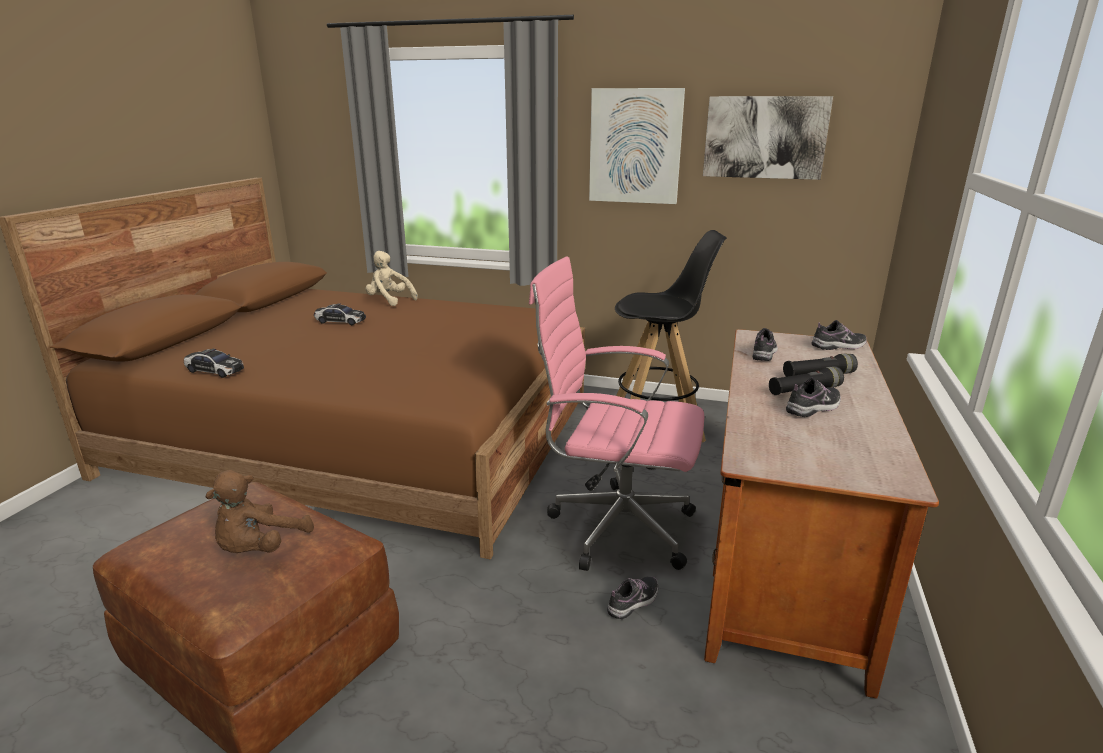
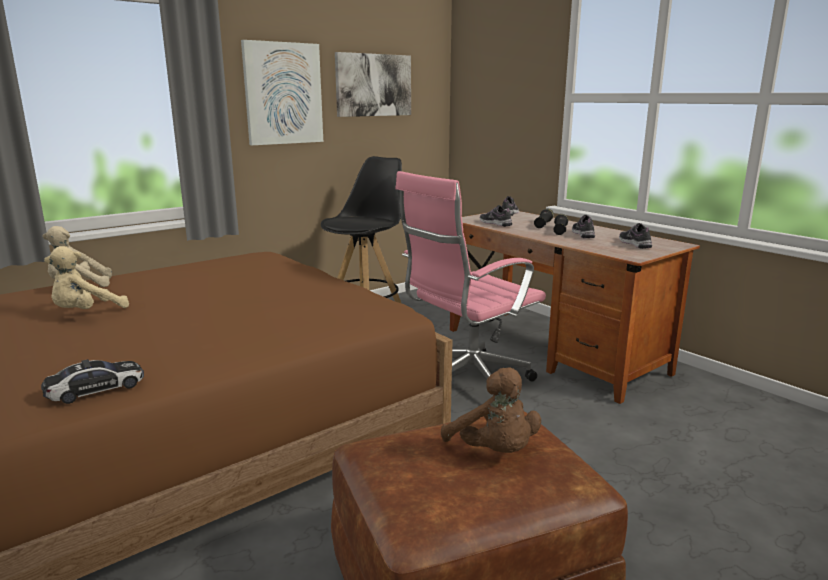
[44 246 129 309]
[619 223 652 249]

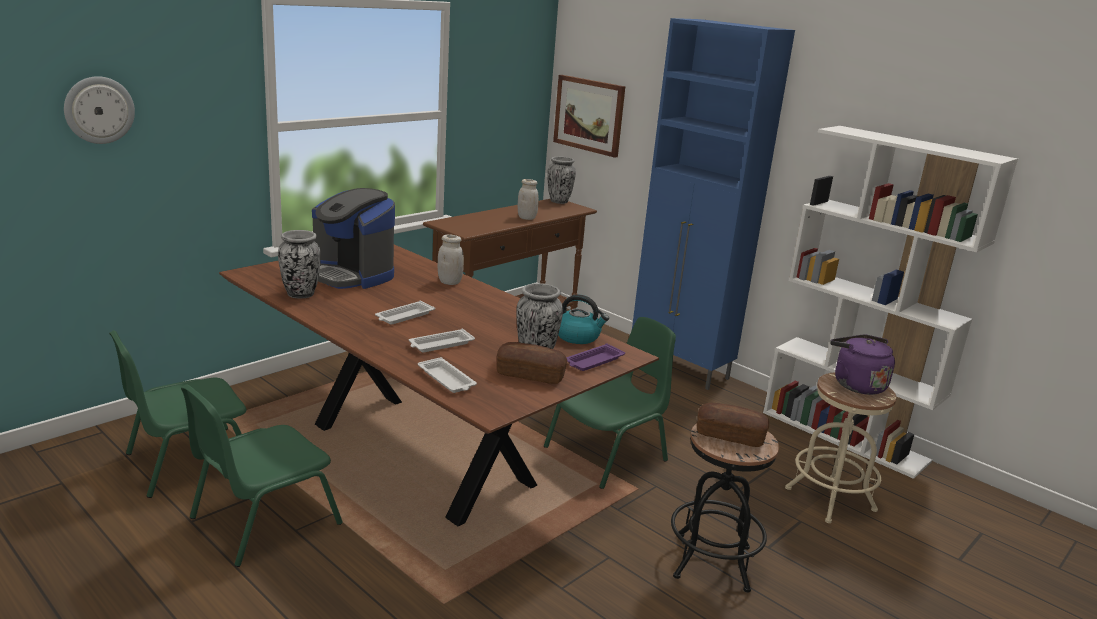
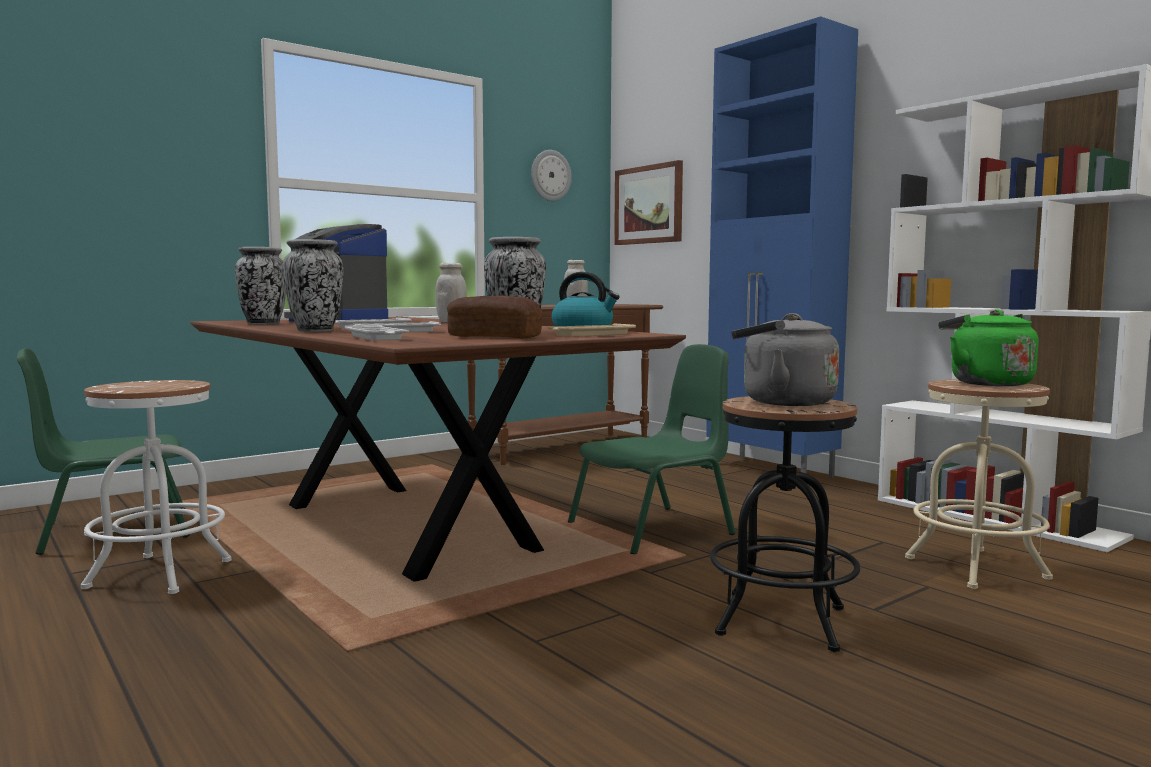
[81 380 232 594]
[282 239 343 332]
[531 150 572 201]
[548 323 636 337]
[731 313 839 406]
[938 309 1038 386]

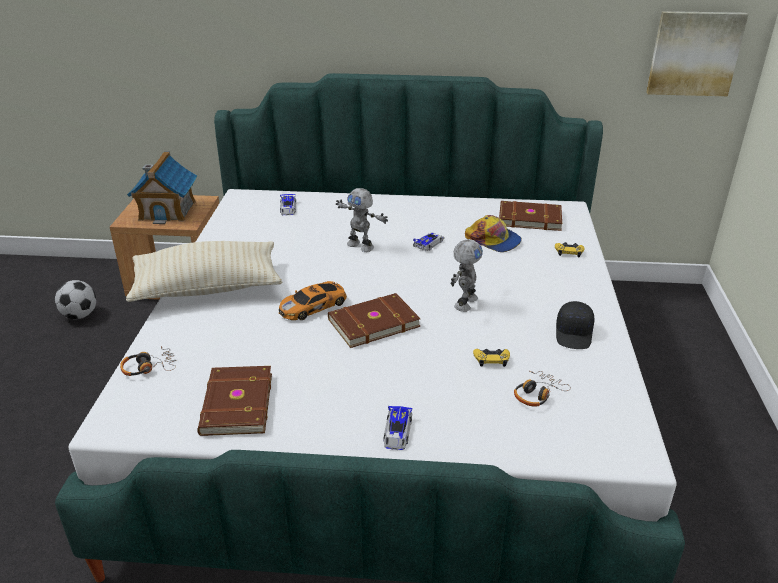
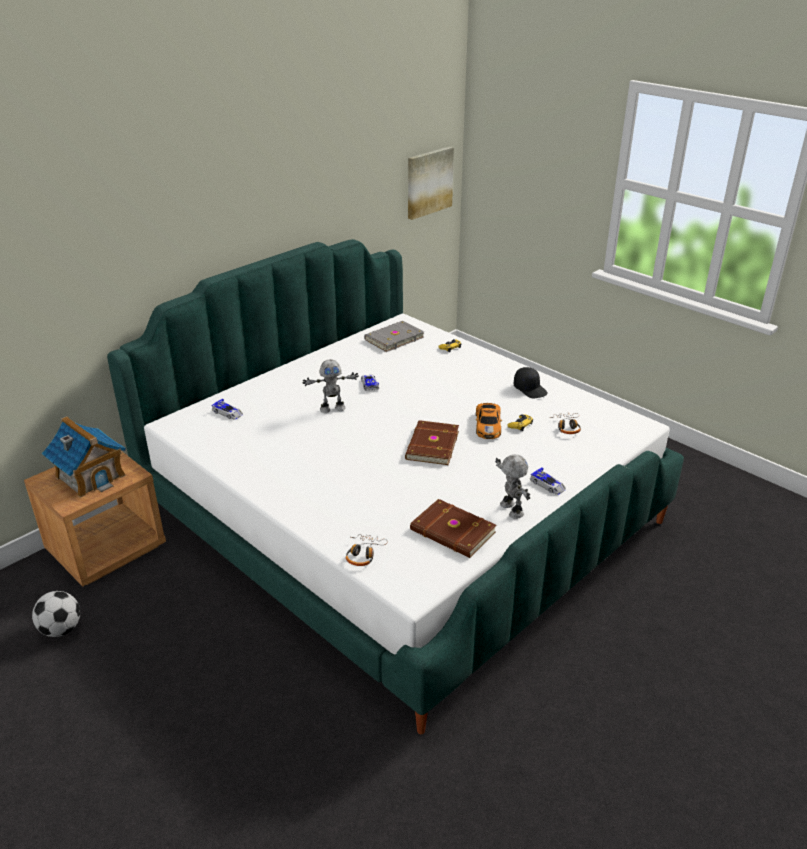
[364 321 424 352]
[476 403 502 439]
[495 454 530 519]
[126 241 282 302] (first image)
[465 215 522 252] (first image)

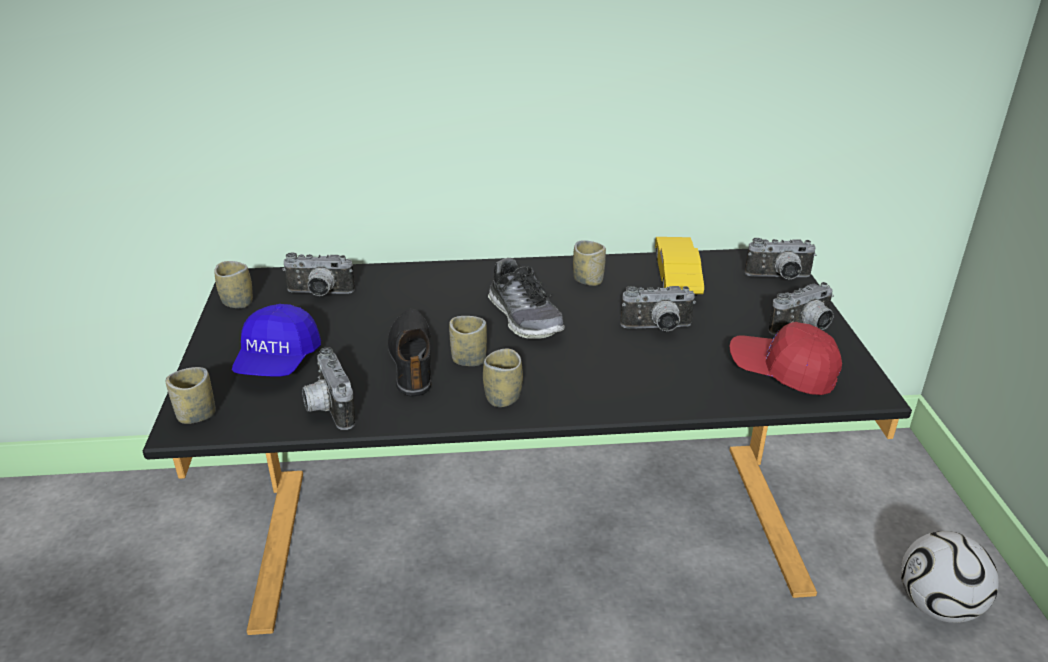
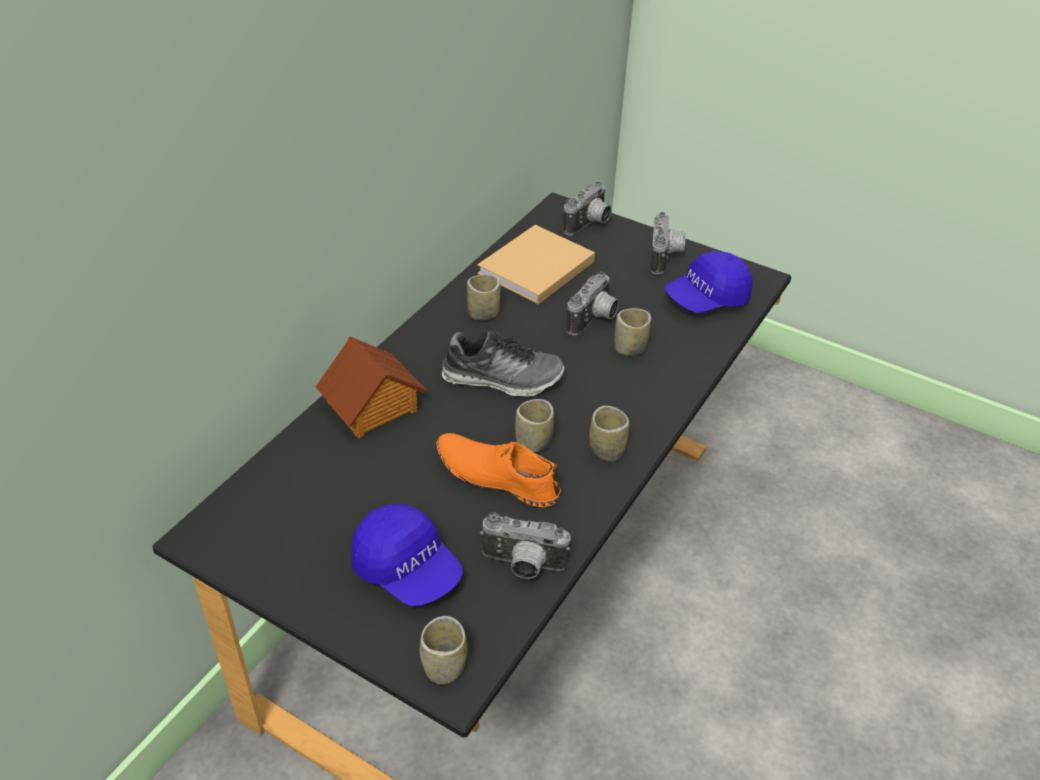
[316 336 427 438]
[437 433 561 507]
[477 225 595 304]
[614 308 651 356]
[664 251 753 313]
[282 252 355 296] (first image)
[901 531 999 623] (first image)

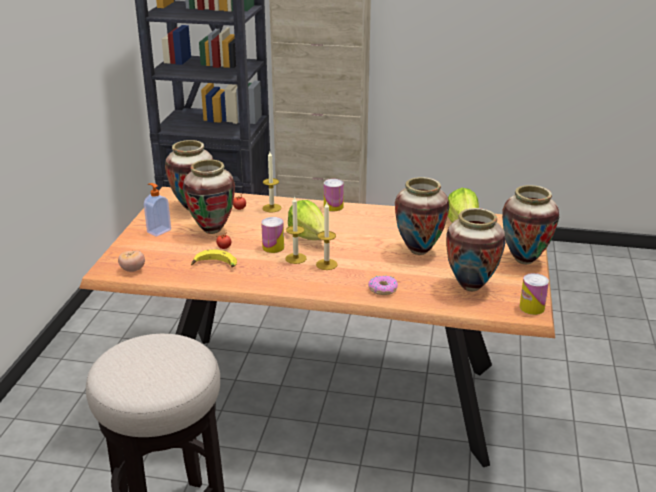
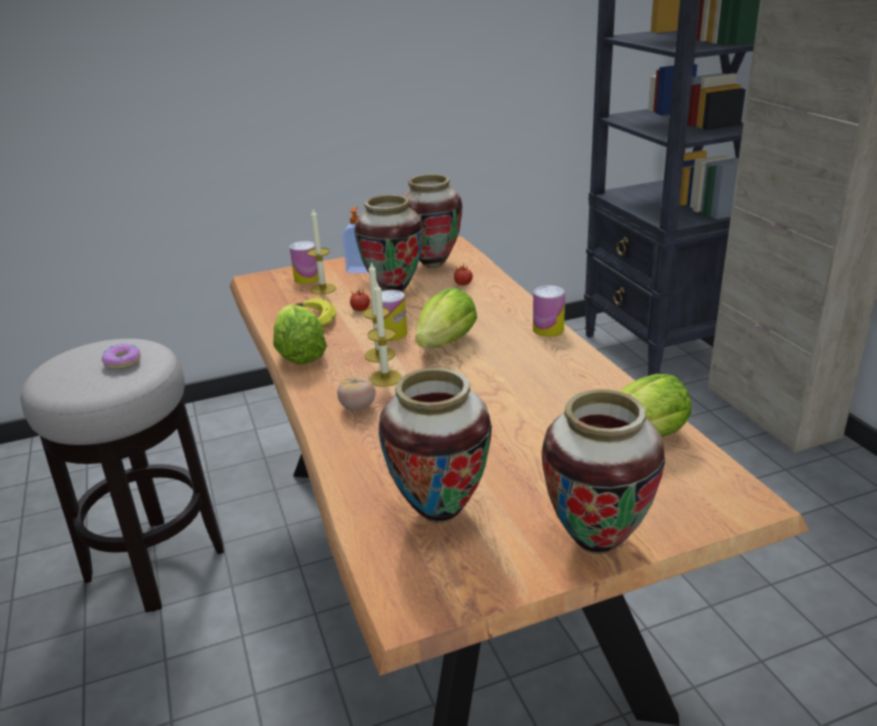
[102 344 141 369]
[273 304 327 364]
[290 241 319 284]
[307 209 336 295]
[337 375 376 411]
[395 177 449 255] (first image)

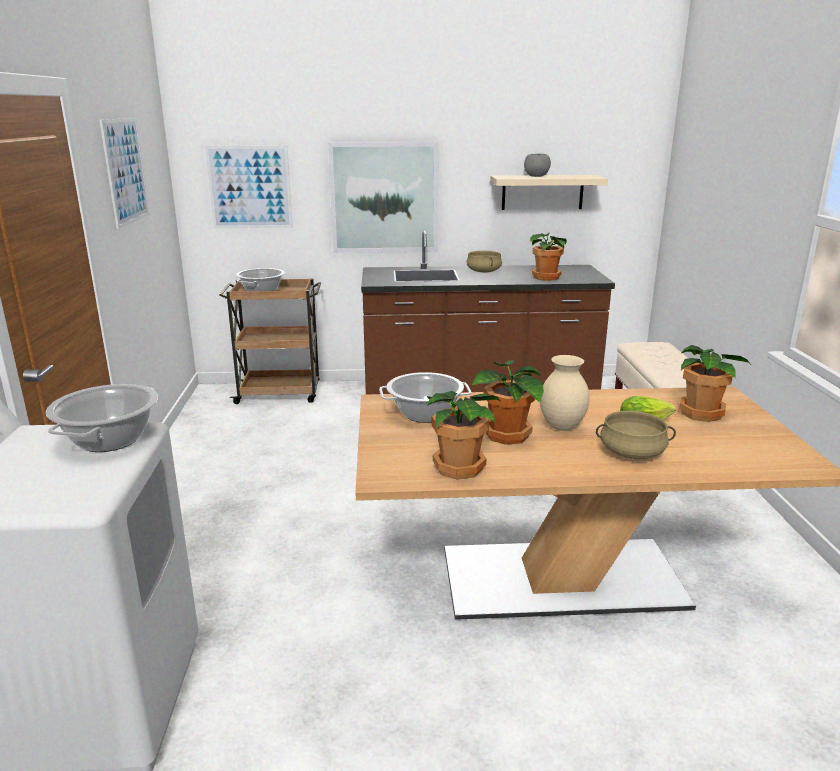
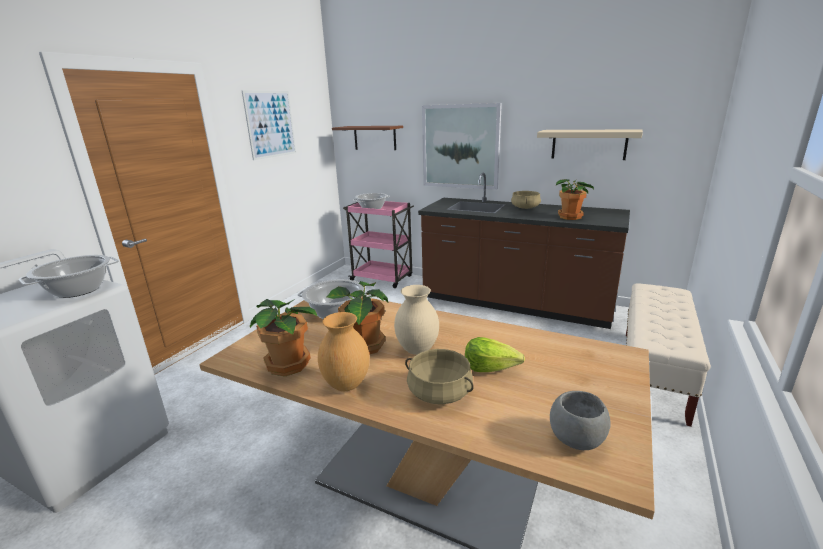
[318 312 370 391]
[332 126 403 150]
[343 201 414 288]
[550 391 610 450]
[679 345 750 422] (first image)

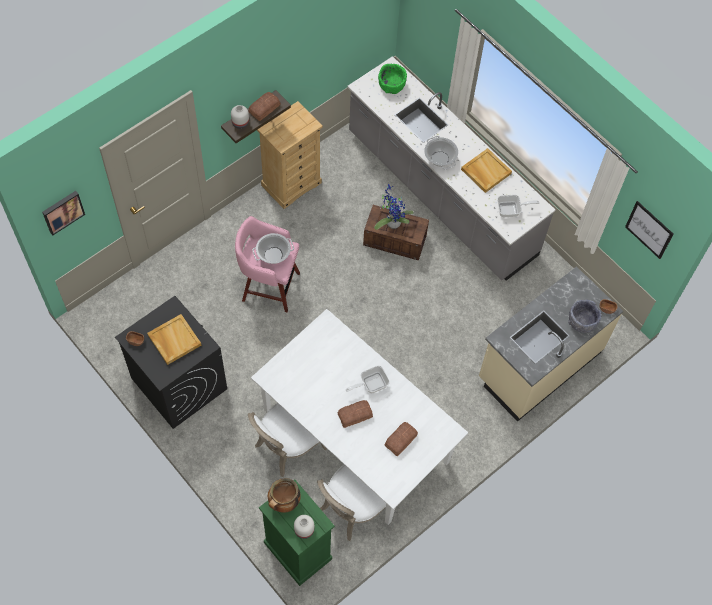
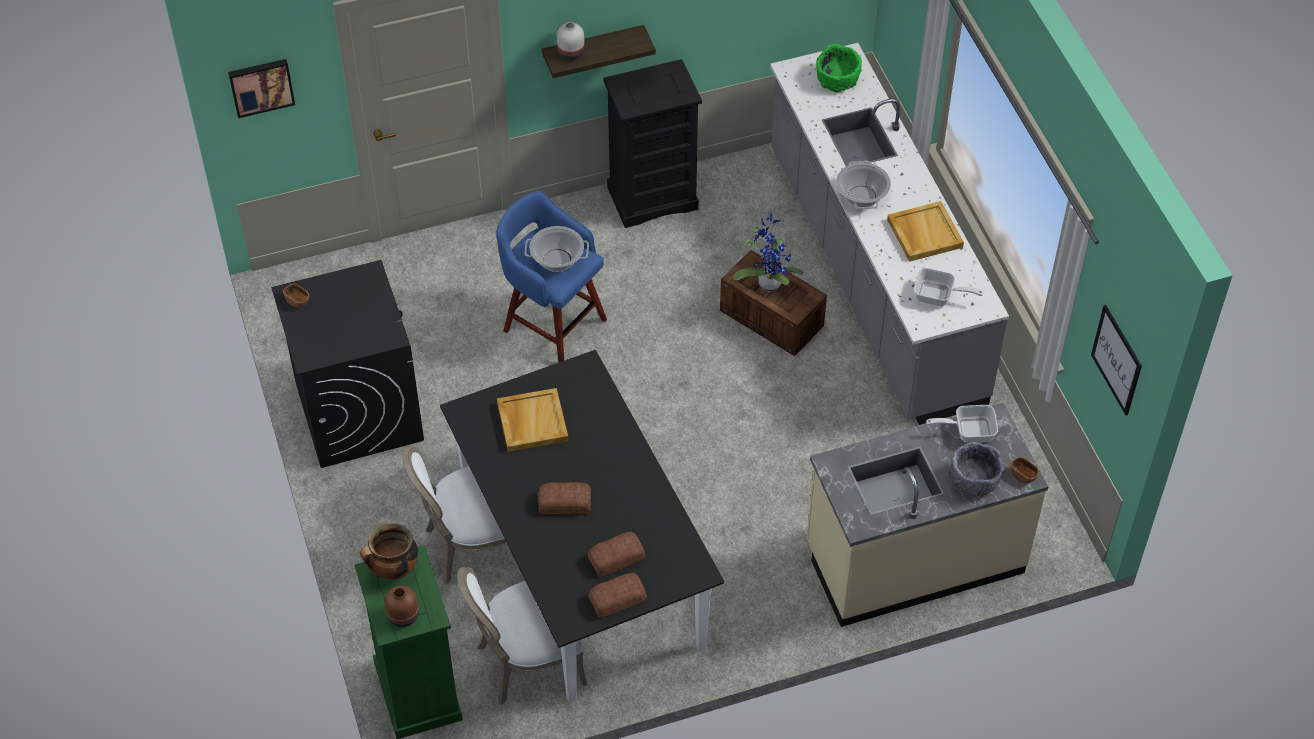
[385 586 419 627]
[440 350 724 702]
[496 191 607 363]
[497 388 569 452]
[588 573 647 618]
[603 59 702 228]
[926 405 998 443]

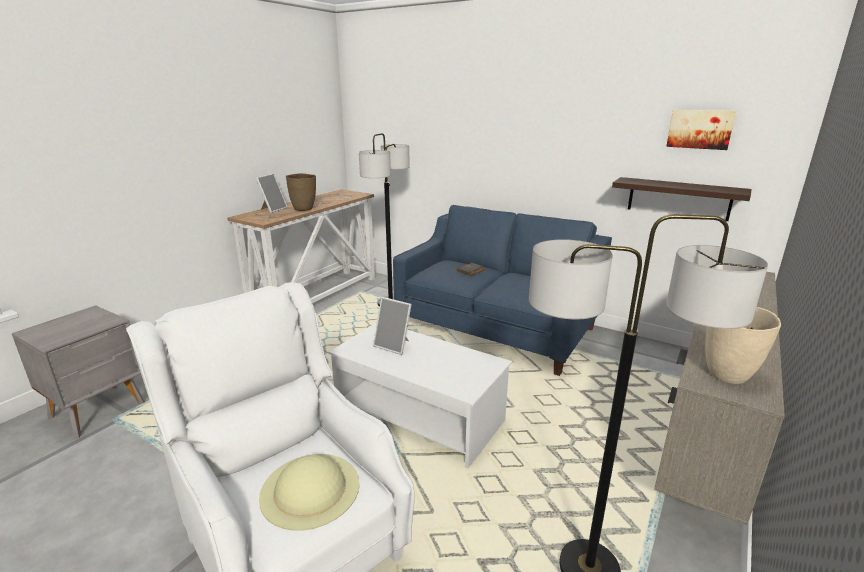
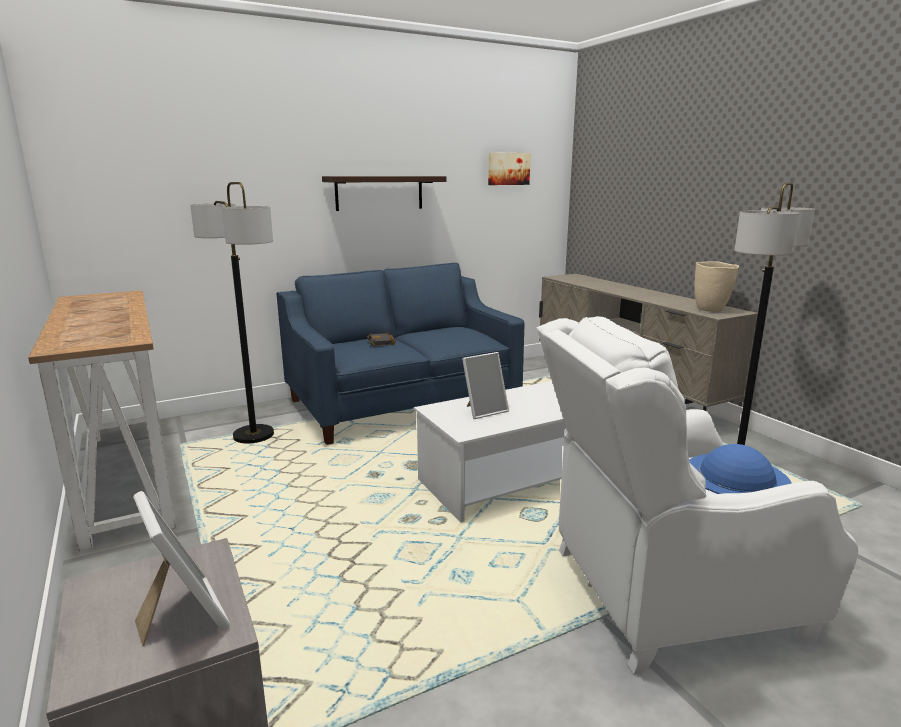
[133 491 230 646]
[322 176 446 211]
[689 444 792 494]
[286 173 316 211] (first image)

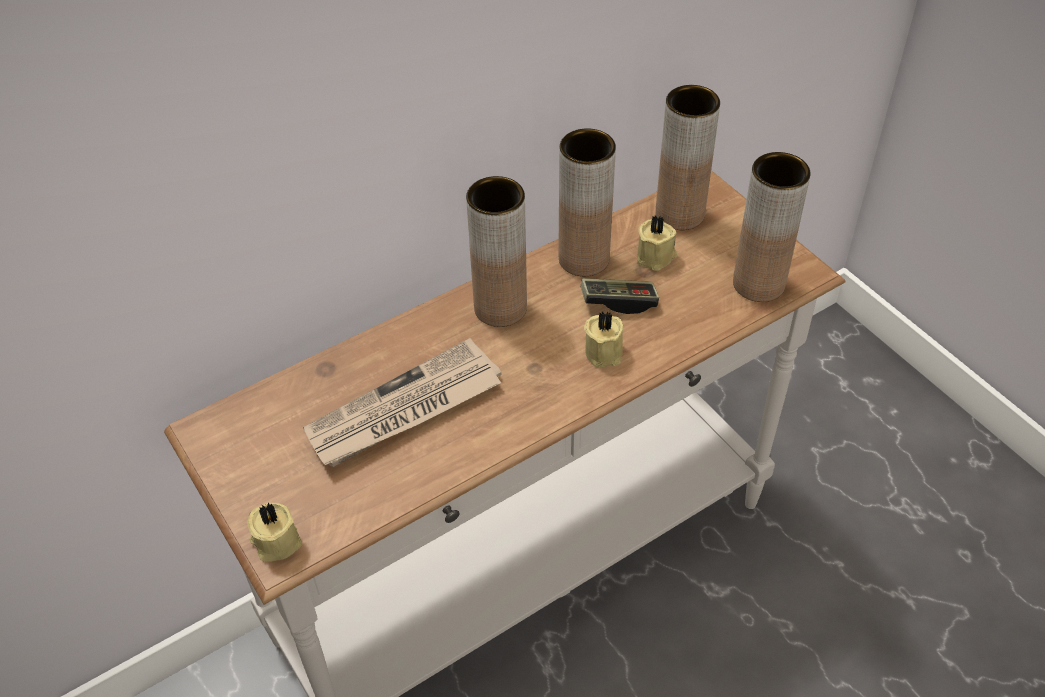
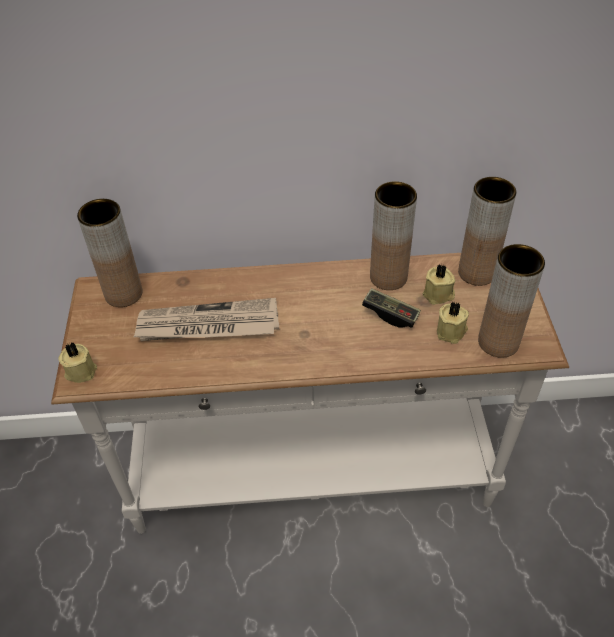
[77 199 143 307]
[437 302 469 344]

